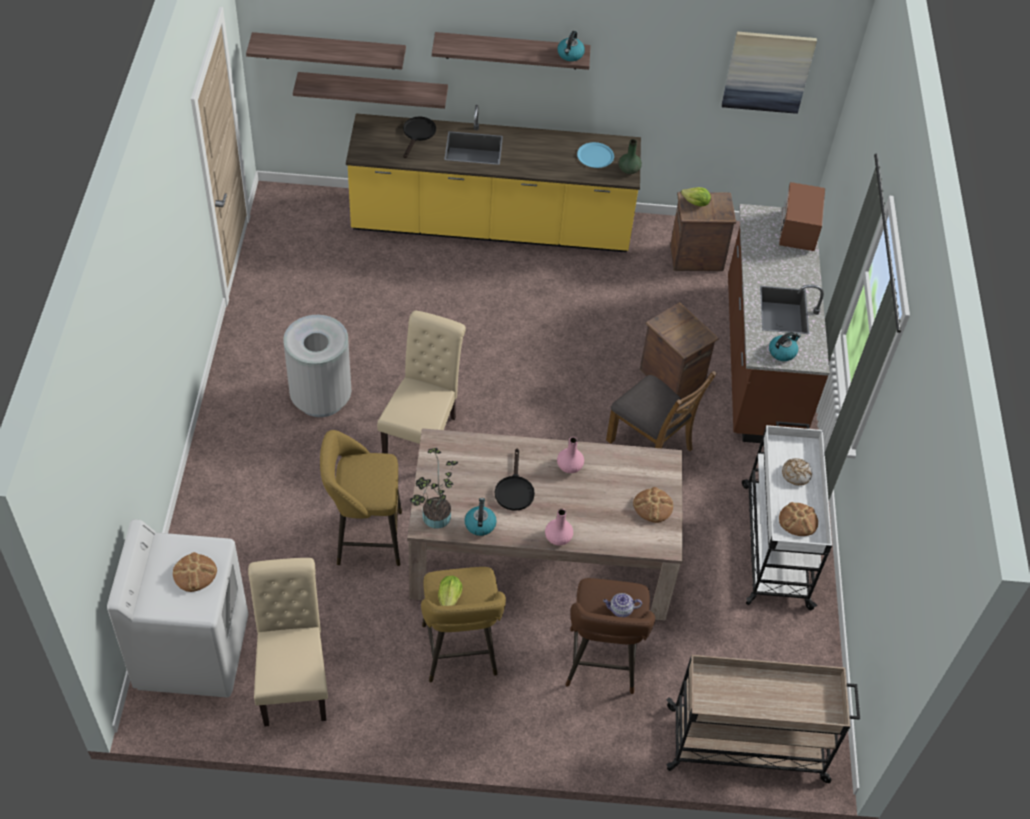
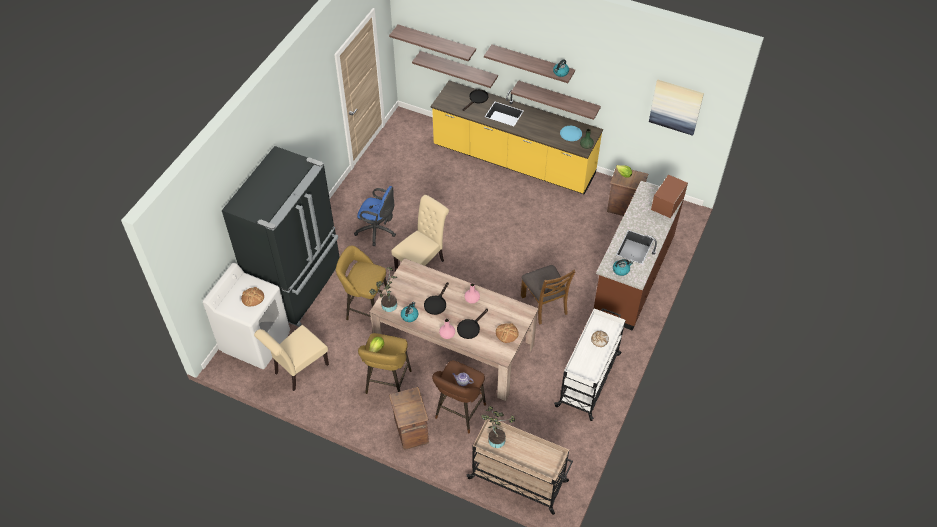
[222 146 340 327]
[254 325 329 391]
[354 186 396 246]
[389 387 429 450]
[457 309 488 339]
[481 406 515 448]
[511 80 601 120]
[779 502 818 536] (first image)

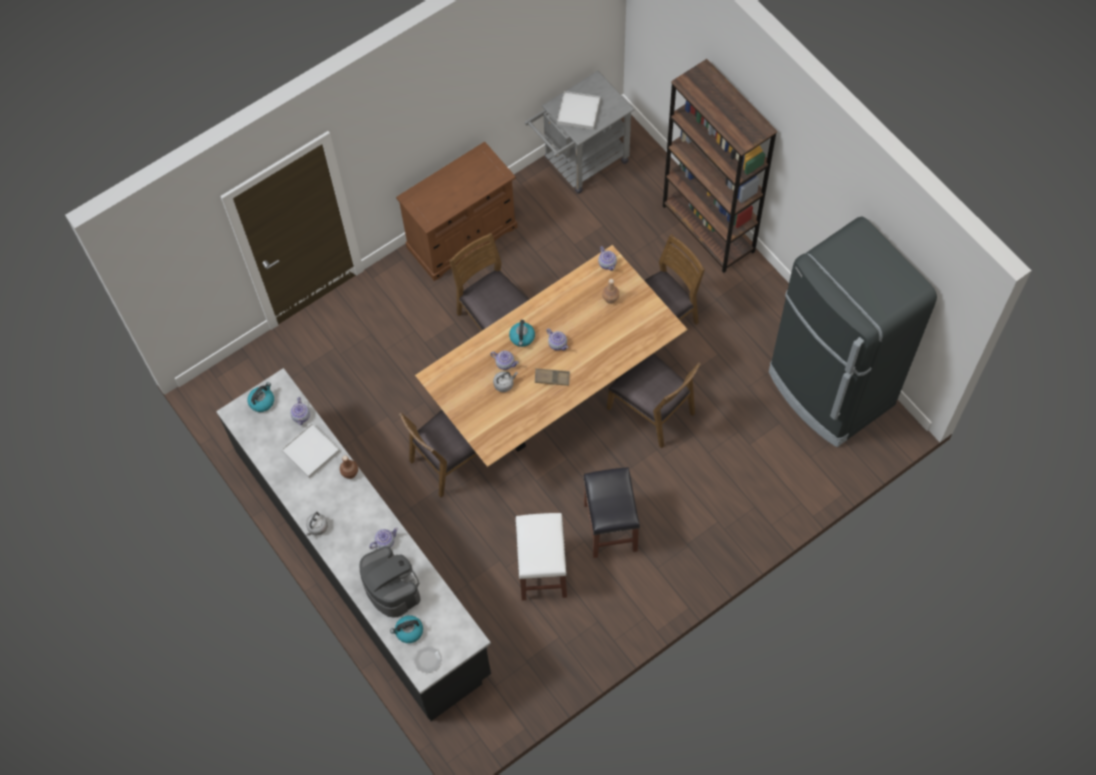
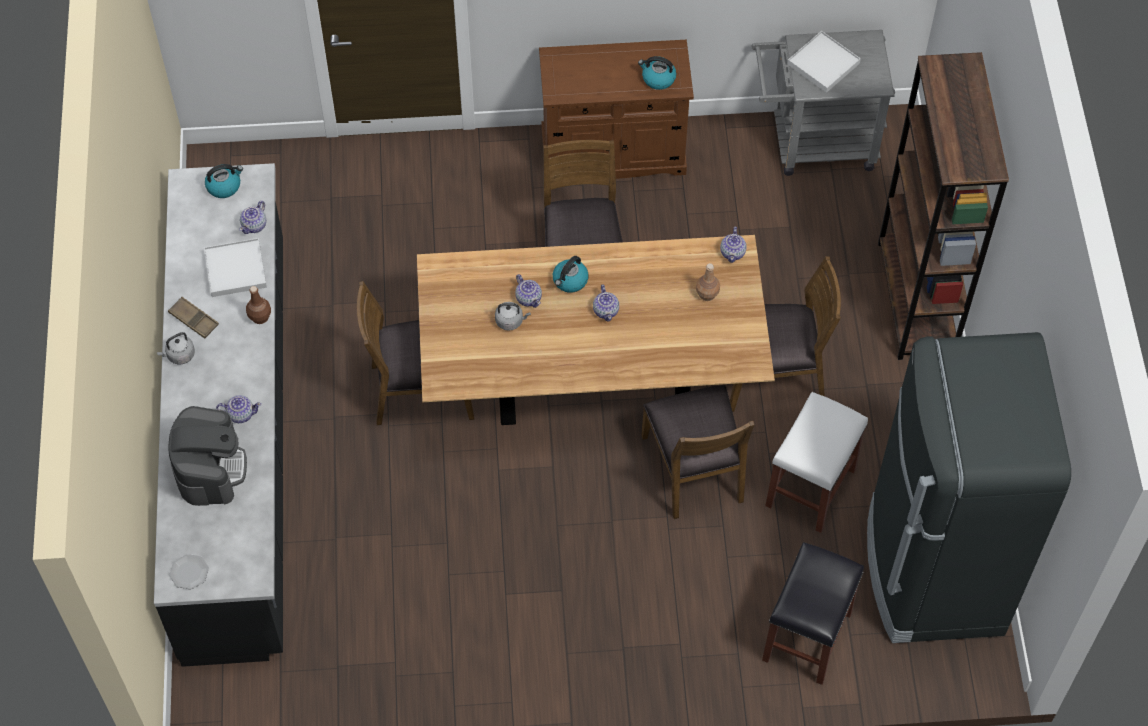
[168 297 219 339]
[638 56 676 90]
[762 542 864 685]
[765 392 868 533]

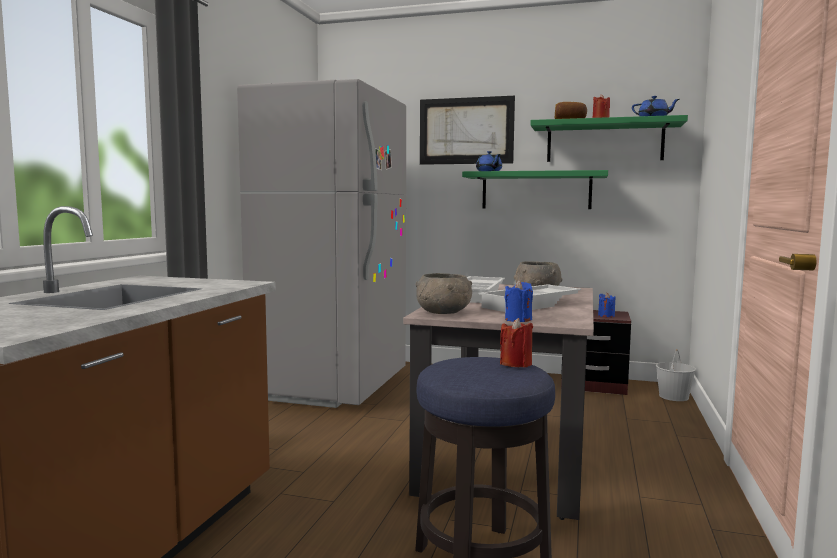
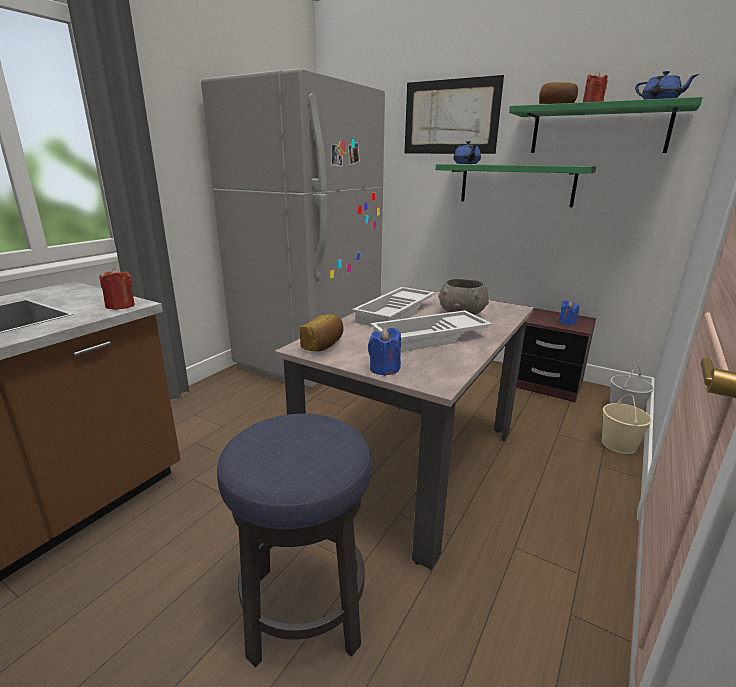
[99 267 135 310]
[300 314 343 352]
[602 394 652 454]

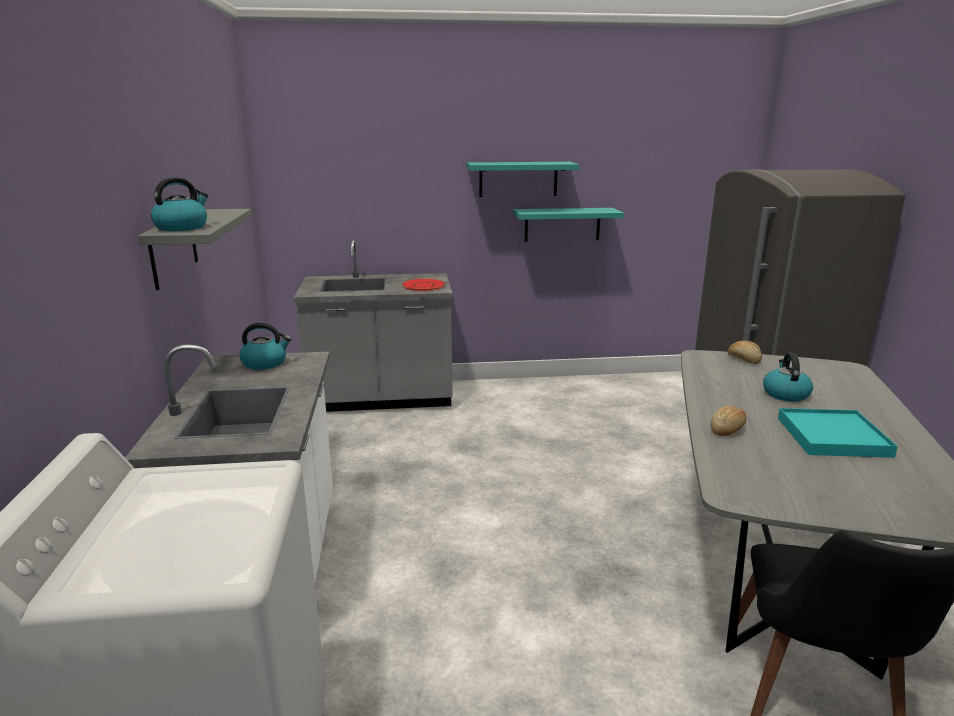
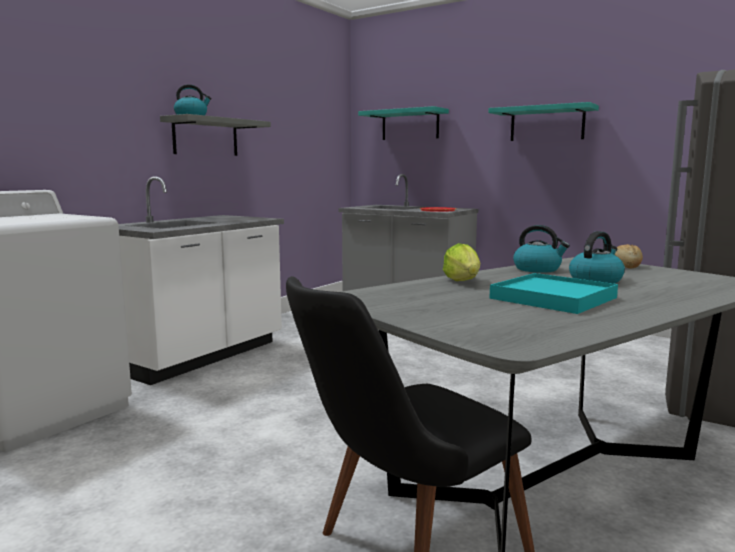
[358 106 449 140]
[443 243 481 281]
[513 225 570 273]

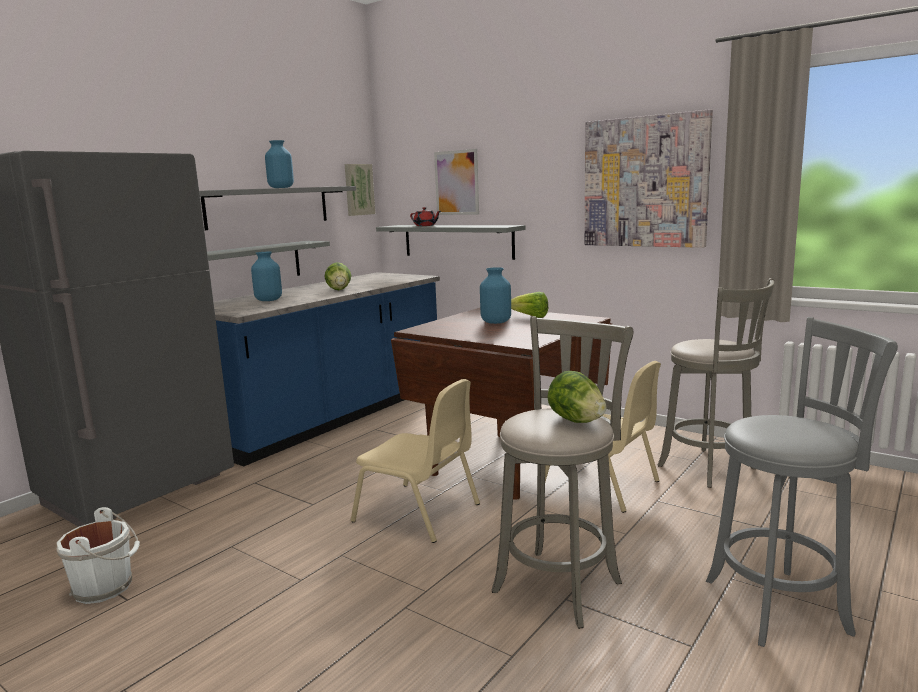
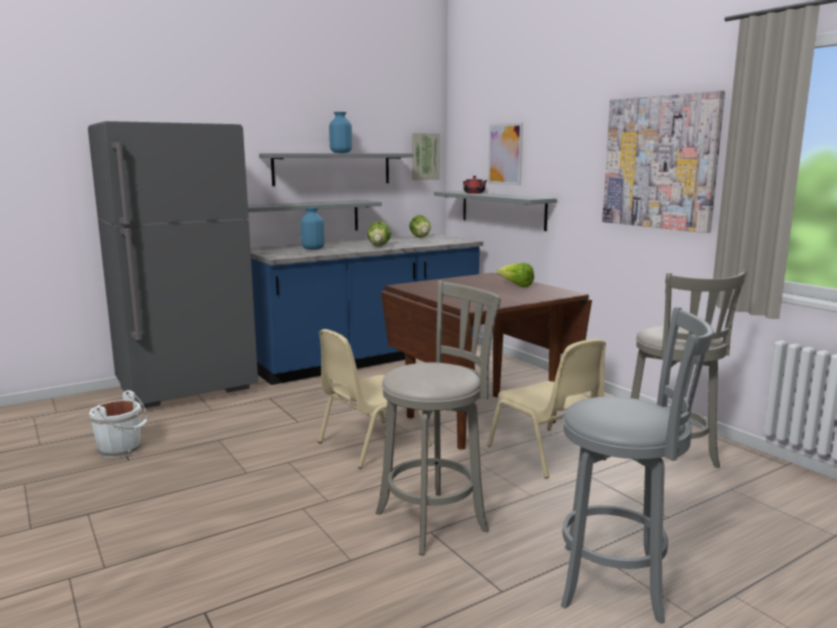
[318 329 432 468]
[409 215 431 238]
[480 267 511 324] (first image)

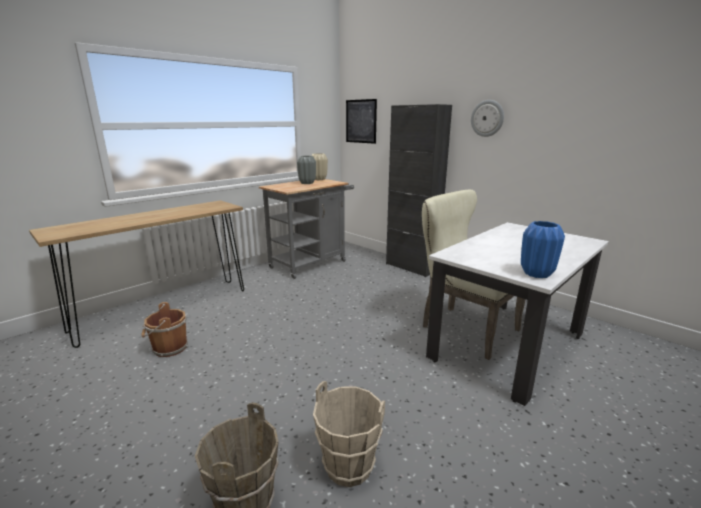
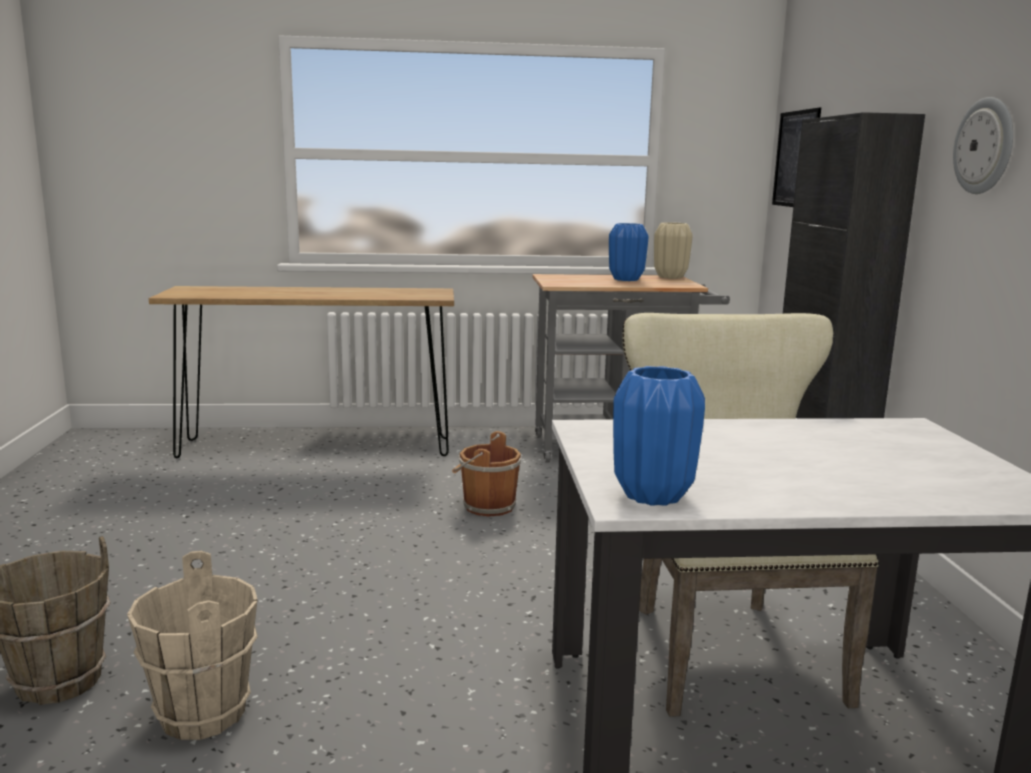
[452 431 521 517]
[609 223 649 281]

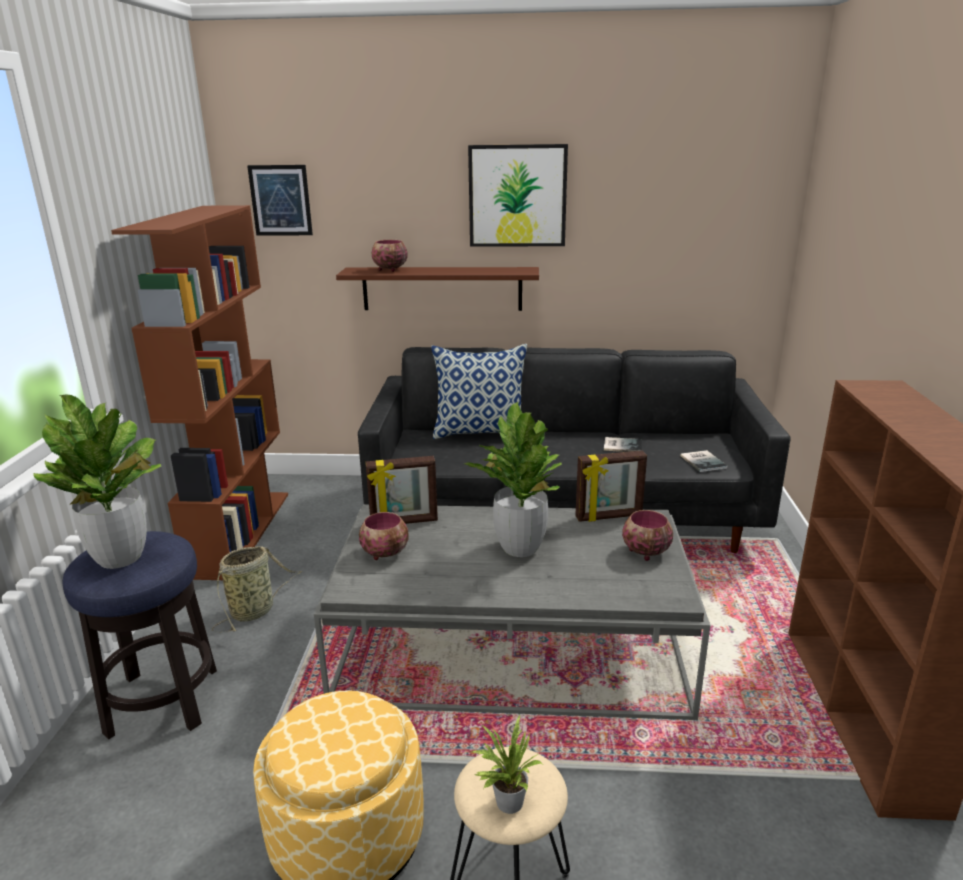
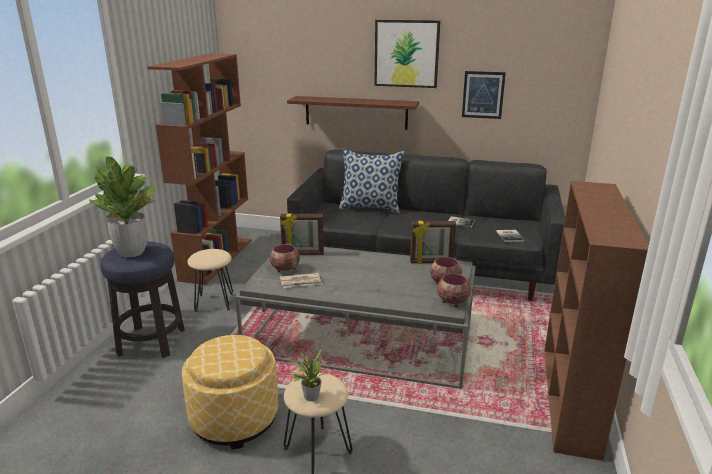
[187 249 233 312]
[280 273 323 288]
[437 273 471 307]
[462 71 506 119]
[464 402 562 557] (first image)

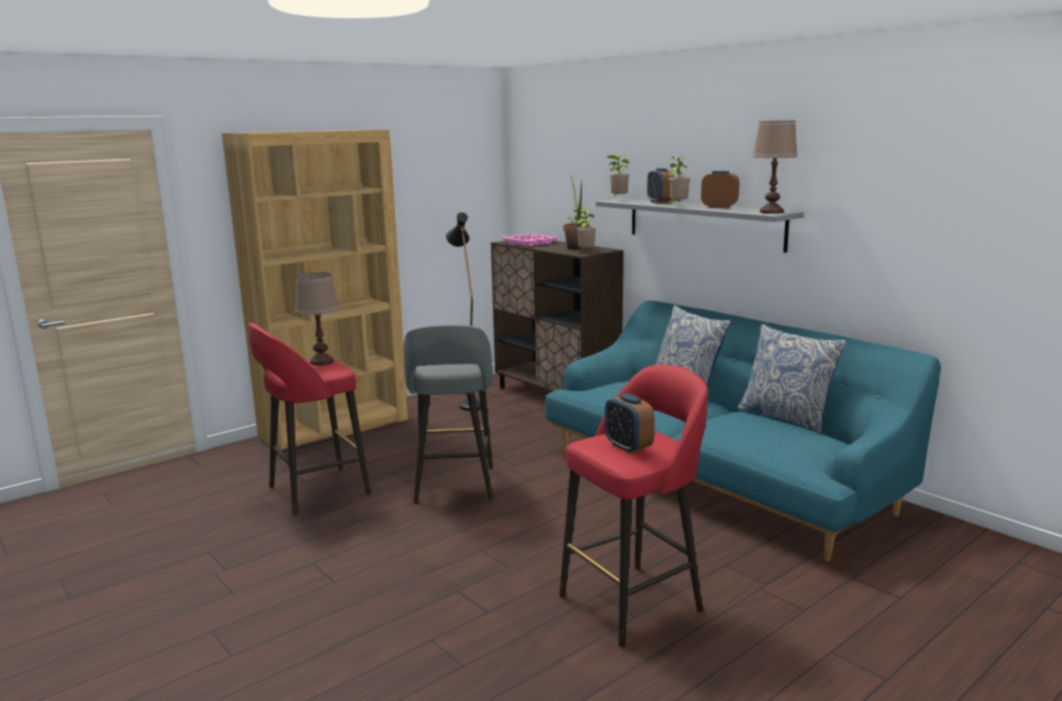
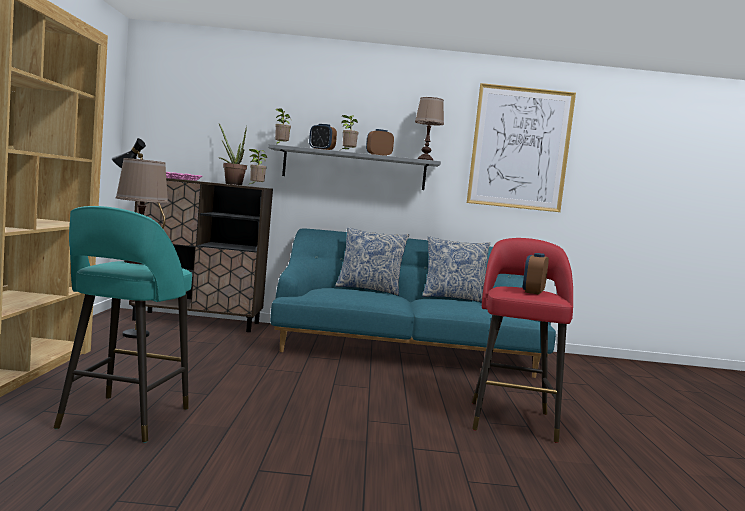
[53 206 192 443]
[467 83 576 212]
[523 253 549 295]
[403 325 494 504] (first image)

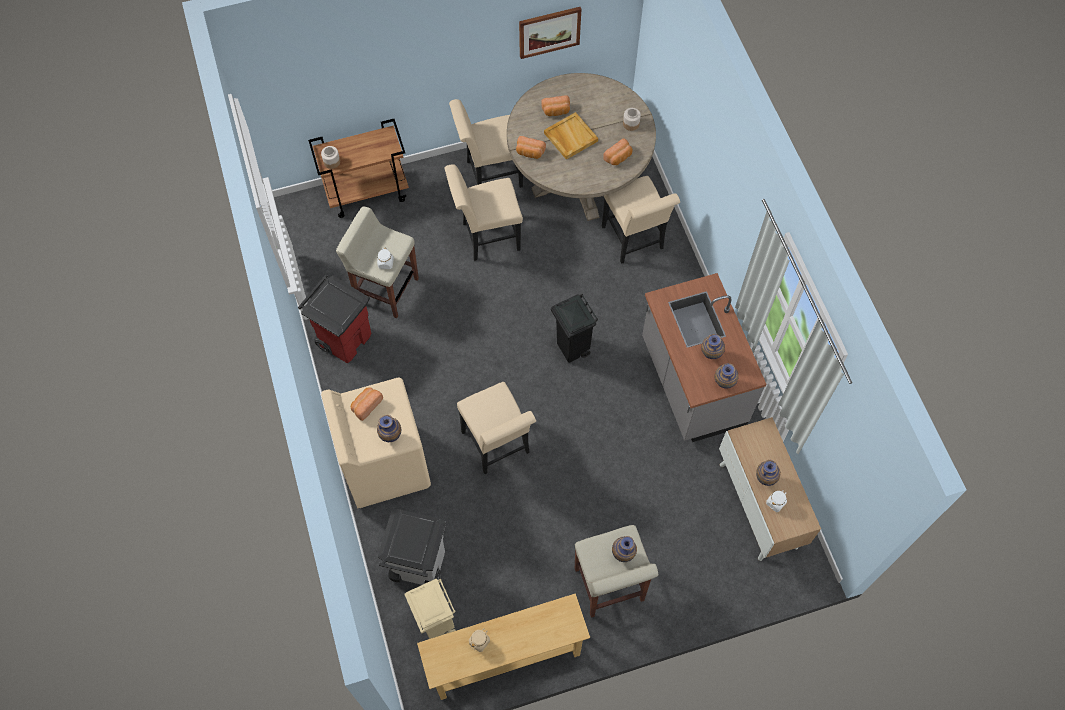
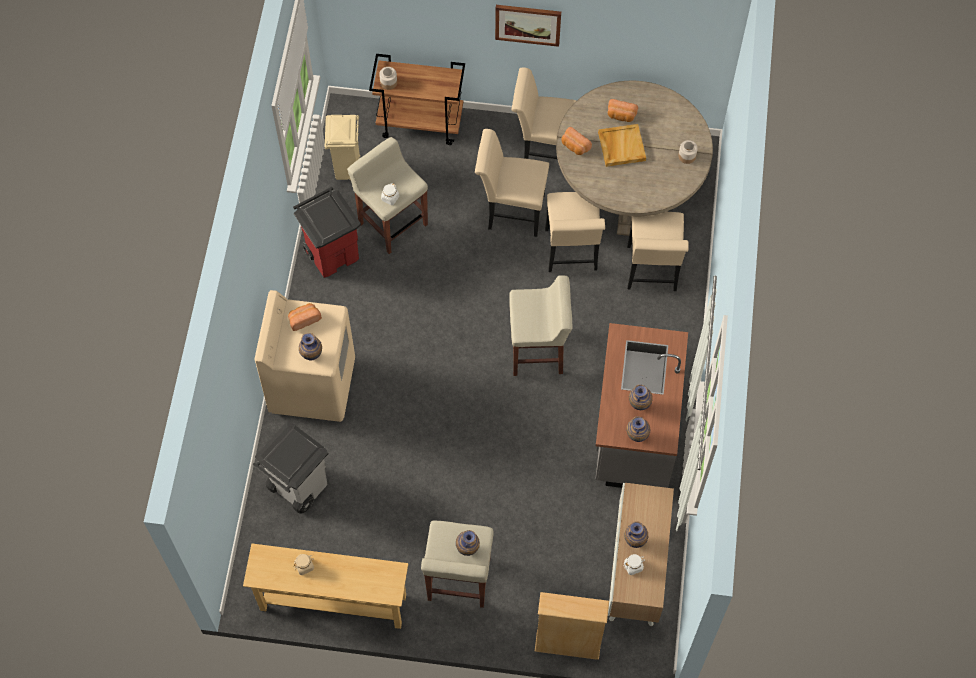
[325 115 360 180]
[495 5 561 47]
[509 275 572 376]
[534 592 609 660]
[545 192 605 272]
[603 138 632 165] (first image)

